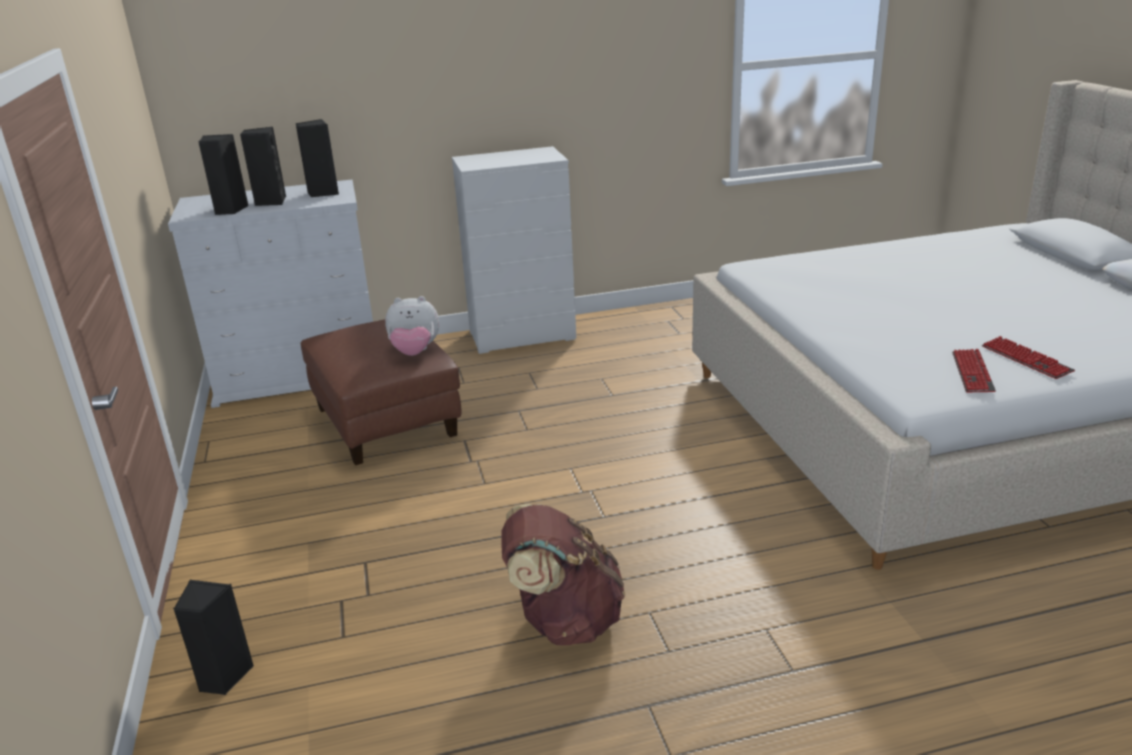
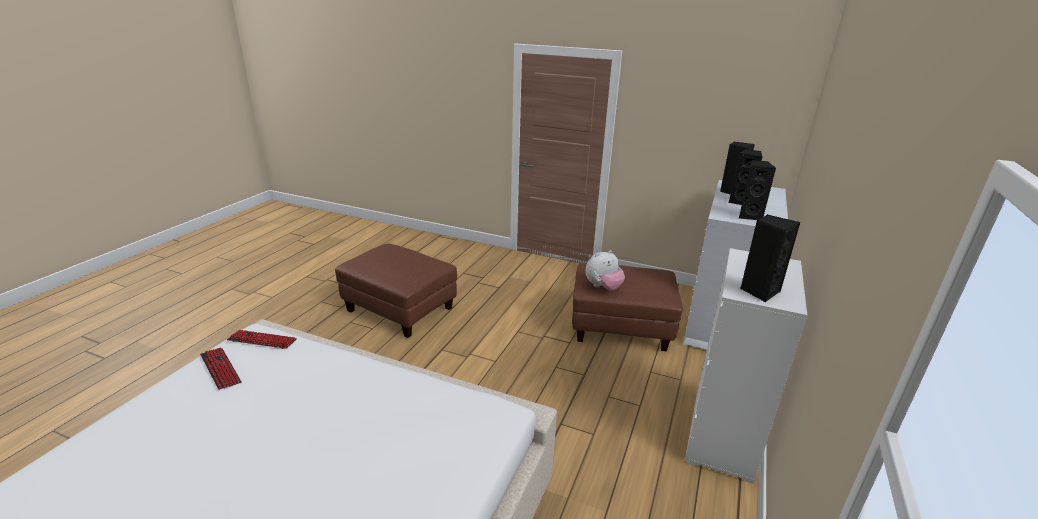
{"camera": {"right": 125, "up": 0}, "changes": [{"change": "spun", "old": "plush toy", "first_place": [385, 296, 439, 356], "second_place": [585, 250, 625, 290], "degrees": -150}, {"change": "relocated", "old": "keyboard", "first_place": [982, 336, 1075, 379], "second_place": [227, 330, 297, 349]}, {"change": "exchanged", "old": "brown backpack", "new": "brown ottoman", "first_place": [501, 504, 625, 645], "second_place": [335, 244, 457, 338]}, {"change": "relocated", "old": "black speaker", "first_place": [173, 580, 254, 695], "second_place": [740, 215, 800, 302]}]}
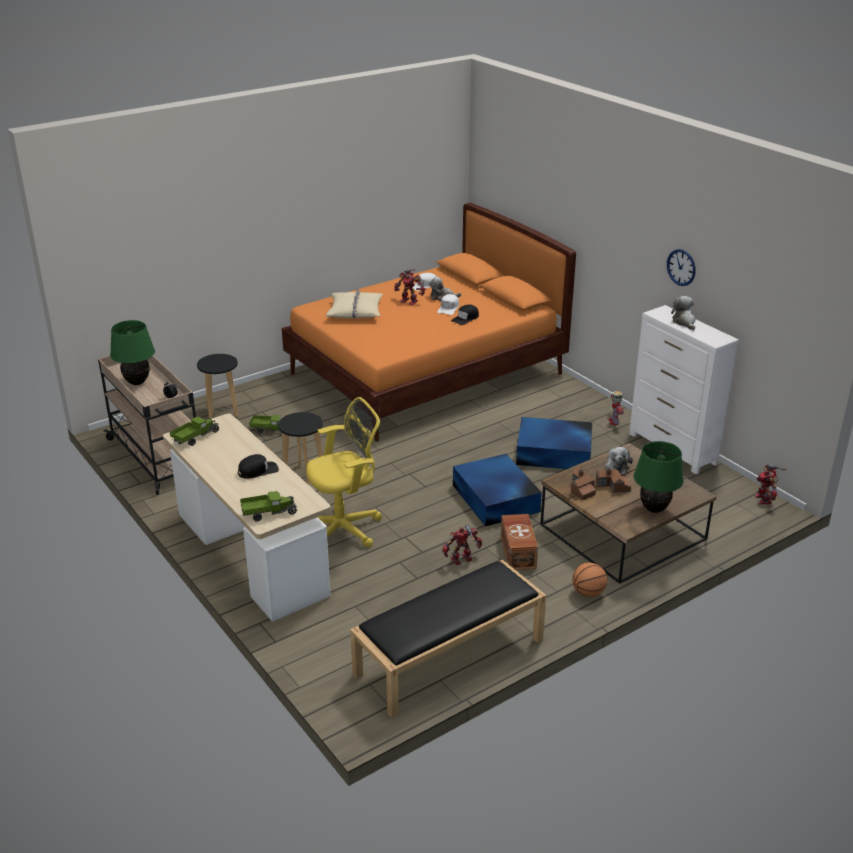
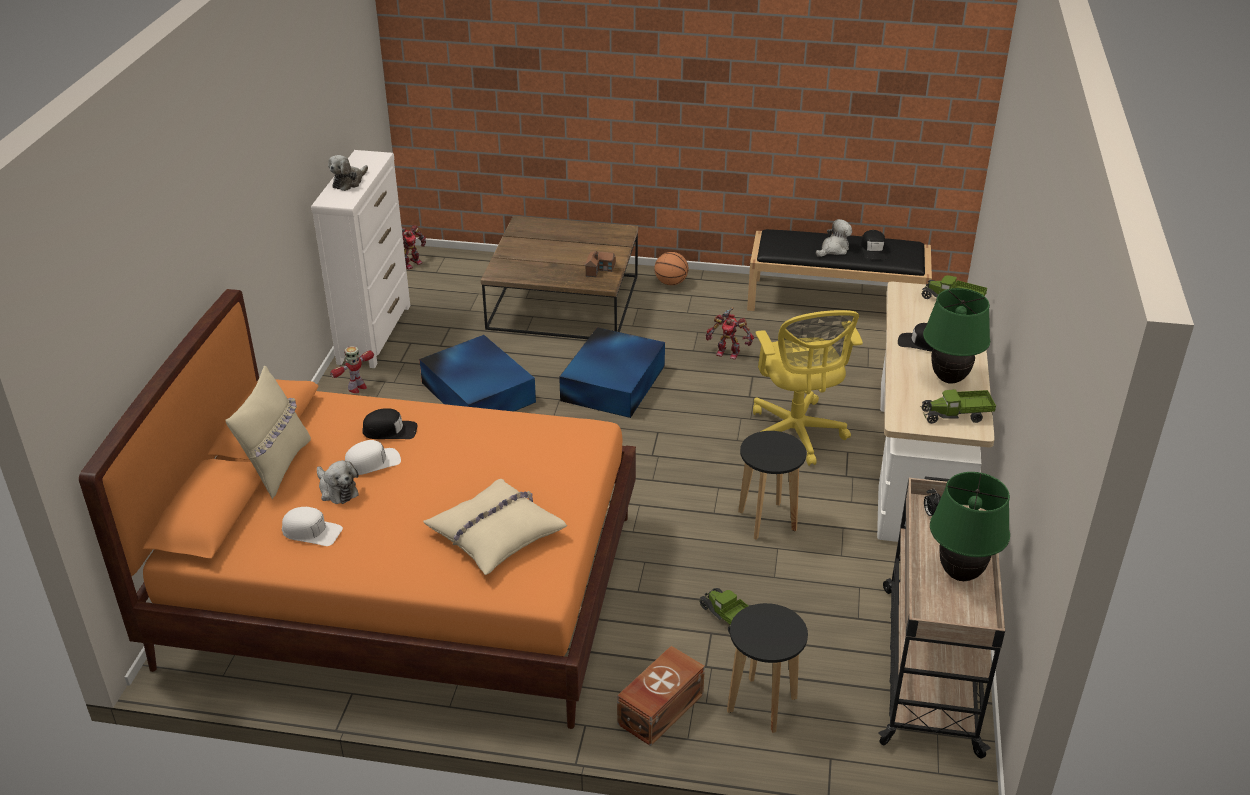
{"camera": {"right": -135, "up": 5}, "changes": [{"change": "missing", "old": "wall clock", "first_place": [667, 249, 696, 286]}, {"change": "missing", "old": "toy robot", "first_place": [394, 269, 425, 305]}, {"change": "spun", "old": "yellow office chair", "first_place": [306, 397, 382, 548], "second_place": [753, 310, 863, 466], "degrees": -120}, {"change": "relocated", "old": "green table lamp", "first_place": [633, 441, 684, 513], "second_place": [923, 288, 990, 384]}, {"change": "relocated", "old": "plush toy", "first_place": [605, 447, 633, 474], "second_place": [816, 219, 852, 257]}, {"change": "missing", "old": "toy house", "first_place": [596, 468, 631, 493]}, {"change": "relocated", "old": "brown storage box", "first_place": [501, 514, 538, 570], "second_place": [617, 646, 705, 746]}, {"change": "appeared", "new": "black cap", "second_place": [861, 230, 887, 260]}, {"change": "appeared", "new": "beige pillow", "second_place": [225, 366, 311, 499]}]}
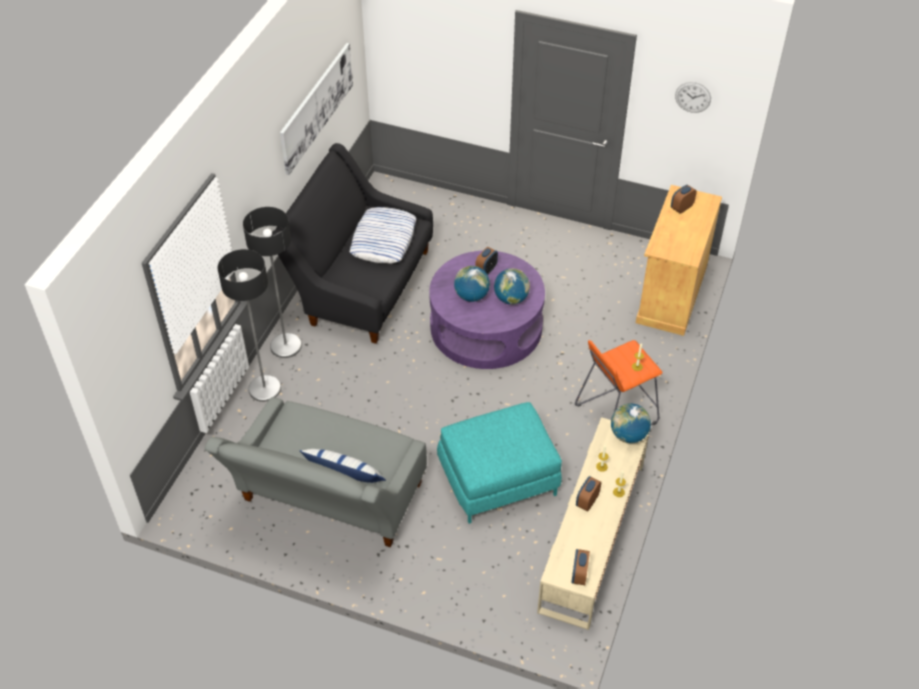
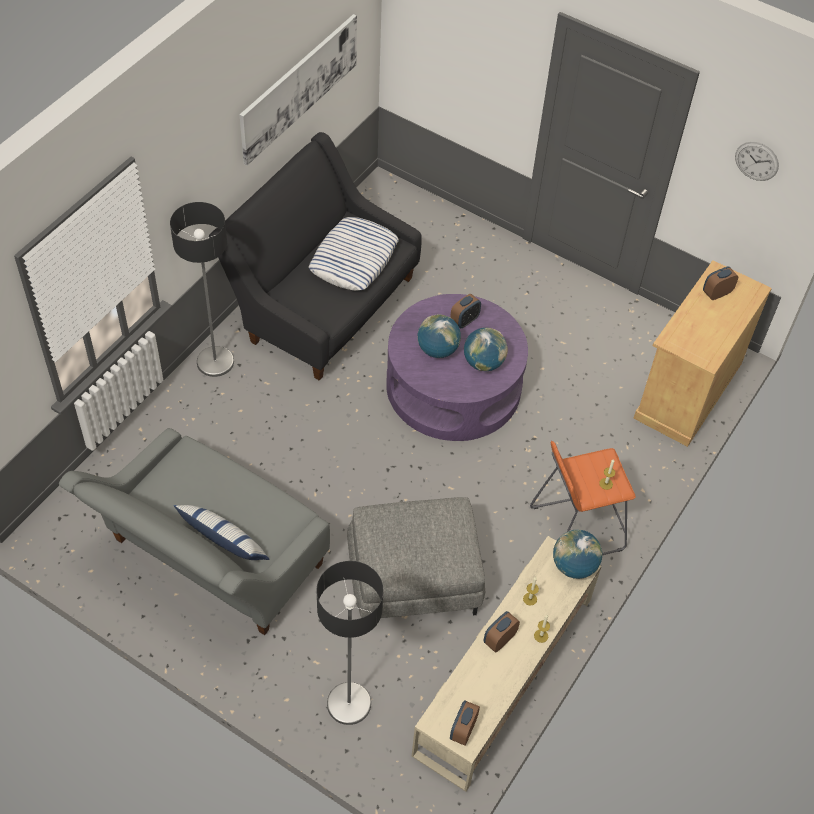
{"camera": {"right": 10, "up": 5}, "changes": [{"change": "relocated", "old": "floor lamp", "first_place": [218, 249, 281, 402], "second_place": [316, 561, 384, 725]}, {"change": "colour", "old": "turquoise ottoman", "new": "grey ottoman", "first_place": [437, 402, 562, 524], "second_place": [347, 497, 485, 618]}]}
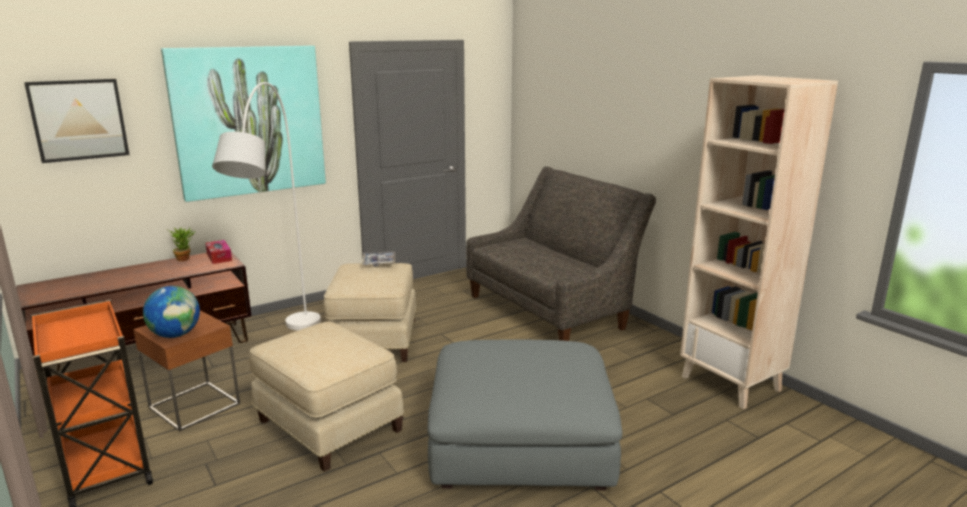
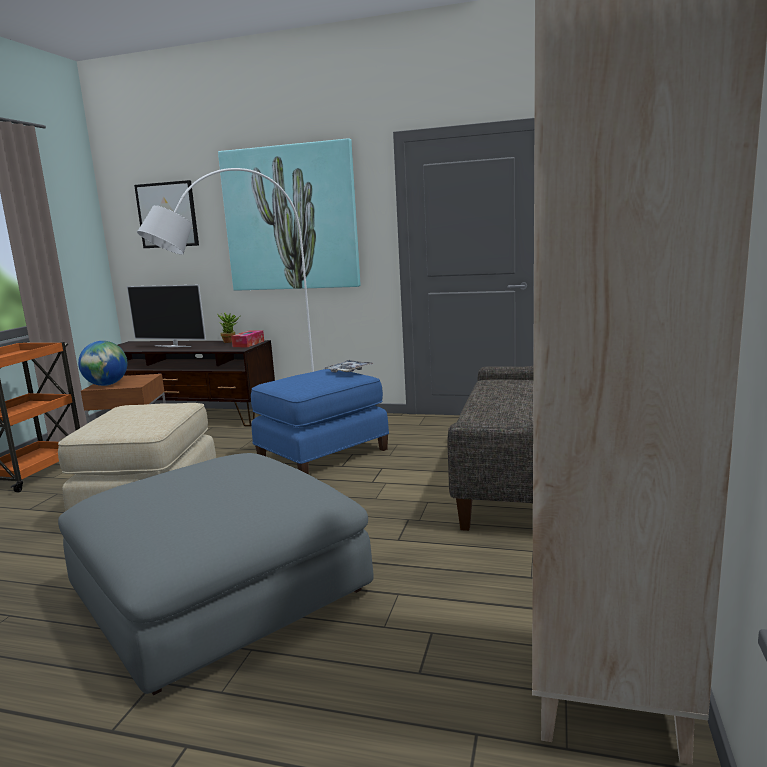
{"camera": {"right": 50, "up": -5}, "changes": [{"change": "colour", "old": "beige ottoman", "new": "blue ottoman", "first_place": [324, 263, 416, 362], "second_place": [251, 369, 389, 474]}, {"change": "appeared", "new": "television", "second_place": [127, 285, 206, 347]}]}
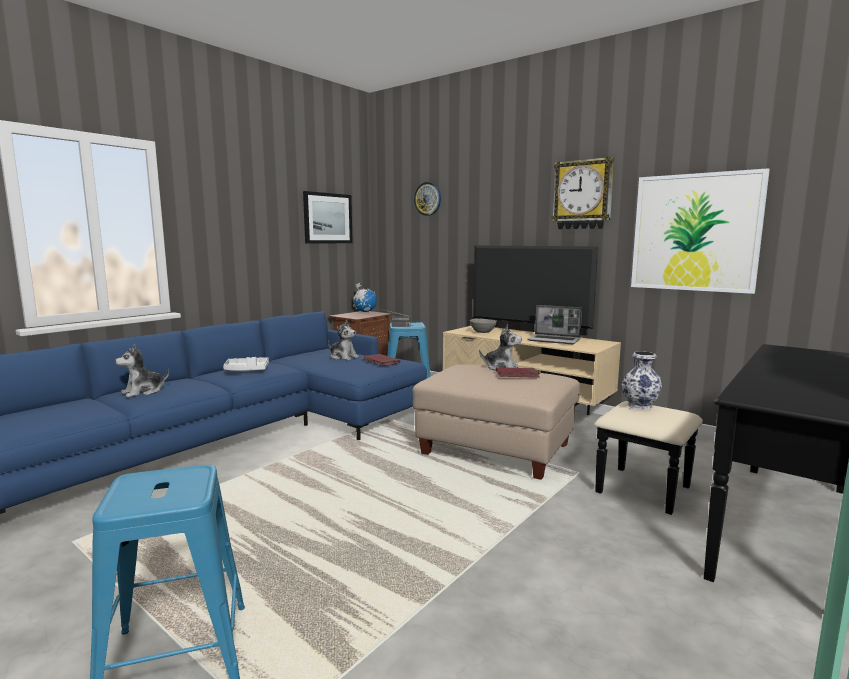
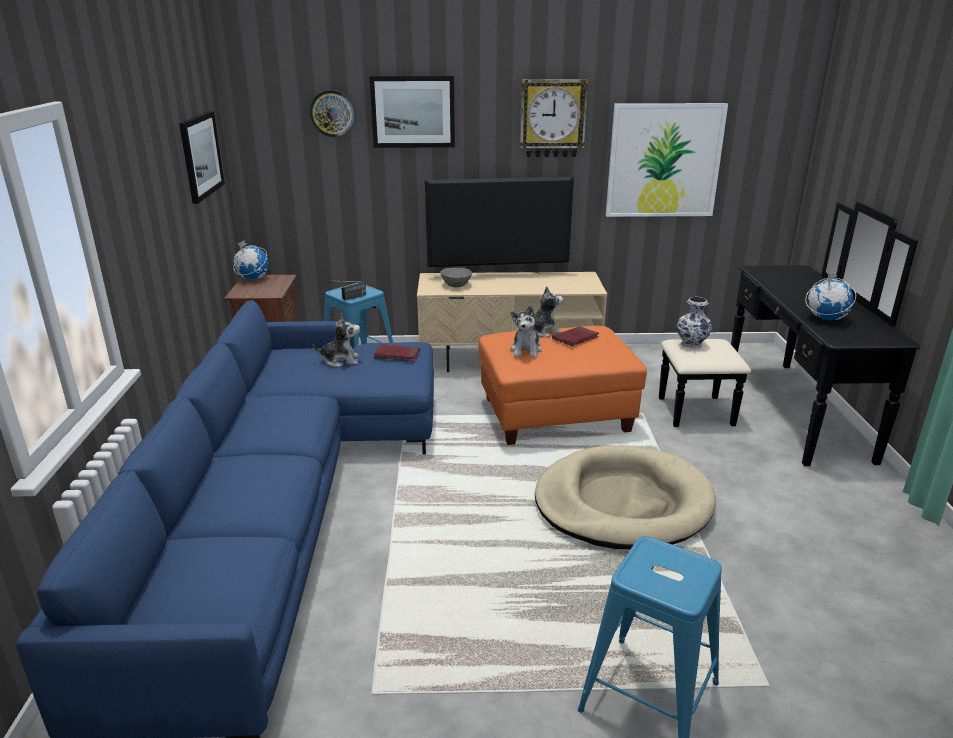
{"camera": {"right": -40, "up": 15}, "changes": [{"change": "missing", "old": "laptop", "first_place": [528, 305, 582, 344]}, {"change": "relocated", "old": "plush toy", "first_place": [115, 345, 169, 397], "second_place": [511, 306, 542, 358]}, {"change": "missing", "old": "white tray", "first_place": [223, 357, 269, 371]}, {"change": "colour", "old": "beige ottoman", "new": "orange ottoman", "first_place": [413, 364, 580, 480], "second_place": [478, 326, 647, 445]}, {"change": "appeared", "new": "picture", "second_place": [369, 76, 455, 148]}, {"change": "appeared", "new": "globe", "second_place": [805, 272, 856, 320]}, {"change": "appeared", "new": "beige dog bed", "second_place": [535, 446, 716, 549]}]}
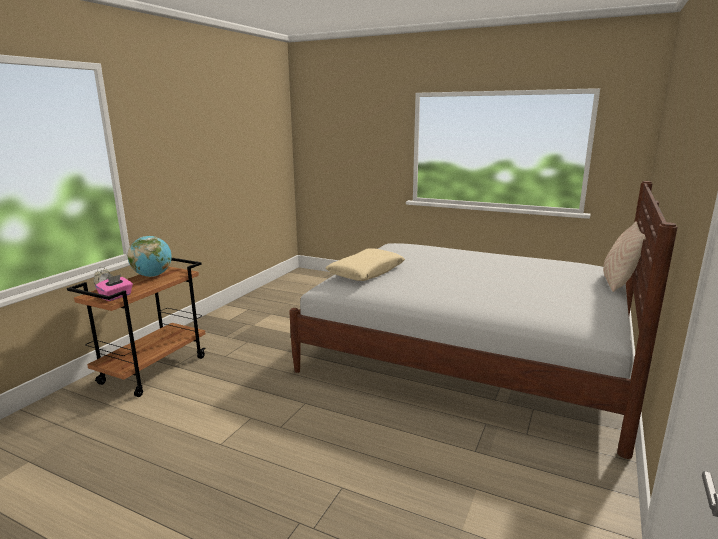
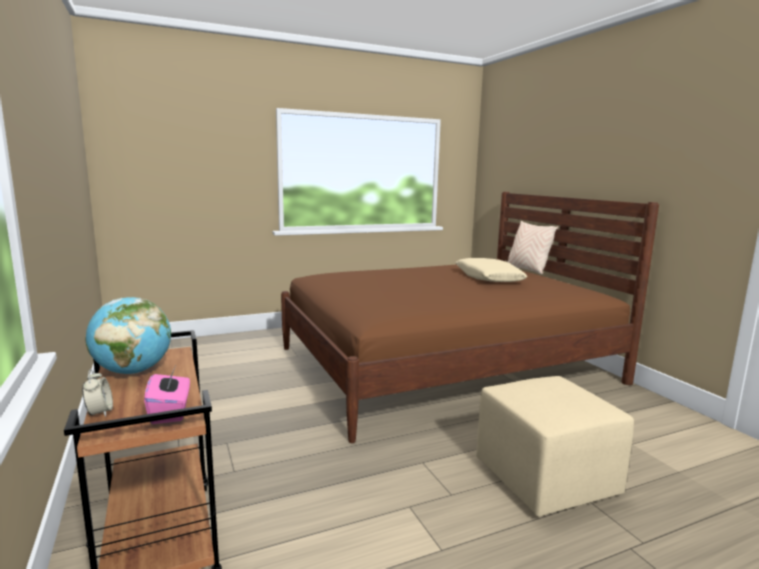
{"camera": {"right": -50, "up": -5}, "changes": [{"change": "colour", "old": "white bed", "new": "brown bed", "first_place": [289, 181, 678, 459], "second_place": [281, 192, 659, 443]}, {"change": "relocated", "old": "beige pillow", "first_place": [326, 248, 405, 281], "second_place": [455, 258, 527, 282]}, {"change": "appeared", "new": "beige ottoman", "second_place": [476, 376, 634, 517]}]}
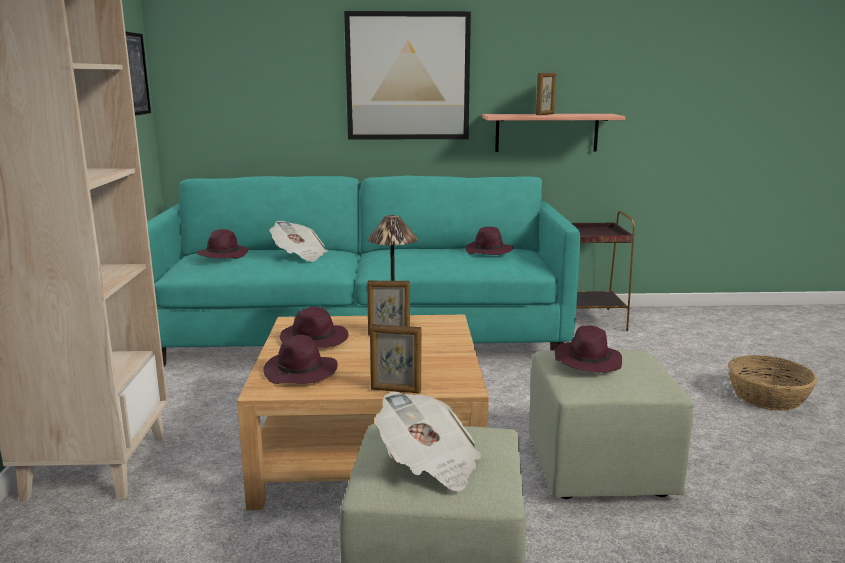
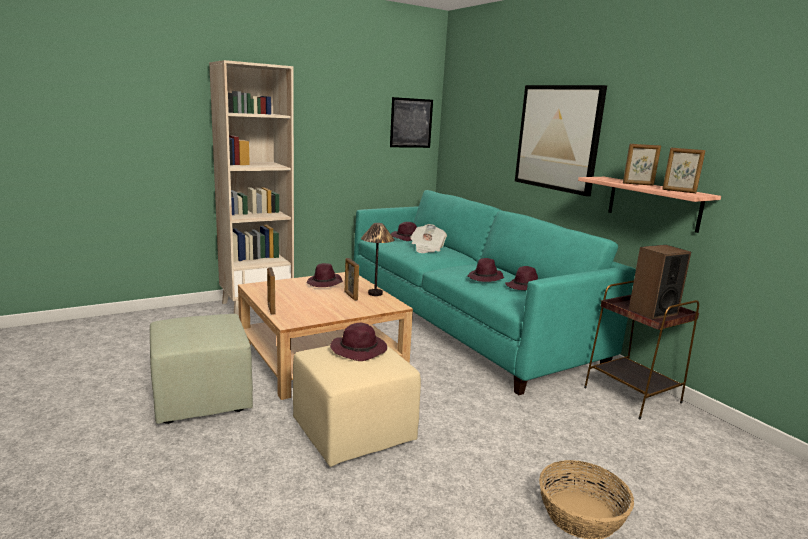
{"camera": {"right": 60, "up": 0}, "changes": [{"change": "relocated", "old": "purple hat", "first_place": [263, 335, 338, 384], "second_place": [468, 258, 504, 282]}, {"change": "colour", "old": "green ottoman", "new": "beige ottoman", "first_place": [529, 350, 693, 499], "second_place": [293, 346, 421, 467]}, {"change": "missing", "old": "newspaper", "first_place": [375, 391, 482, 491]}, {"change": "appeared", "new": "picture frame", "second_place": [662, 148, 706, 193]}, {"change": "appeared", "new": "speaker", "second_place": [629, 245, 691, 319]}]}
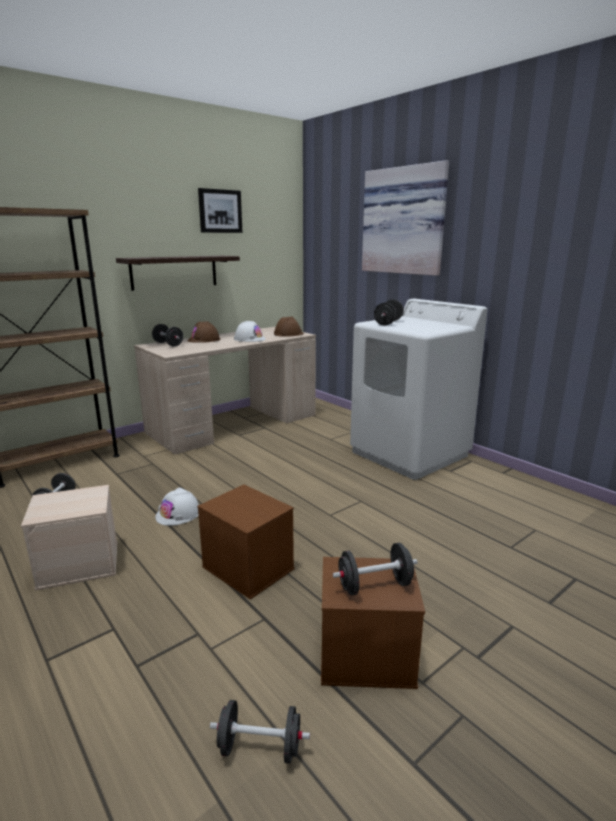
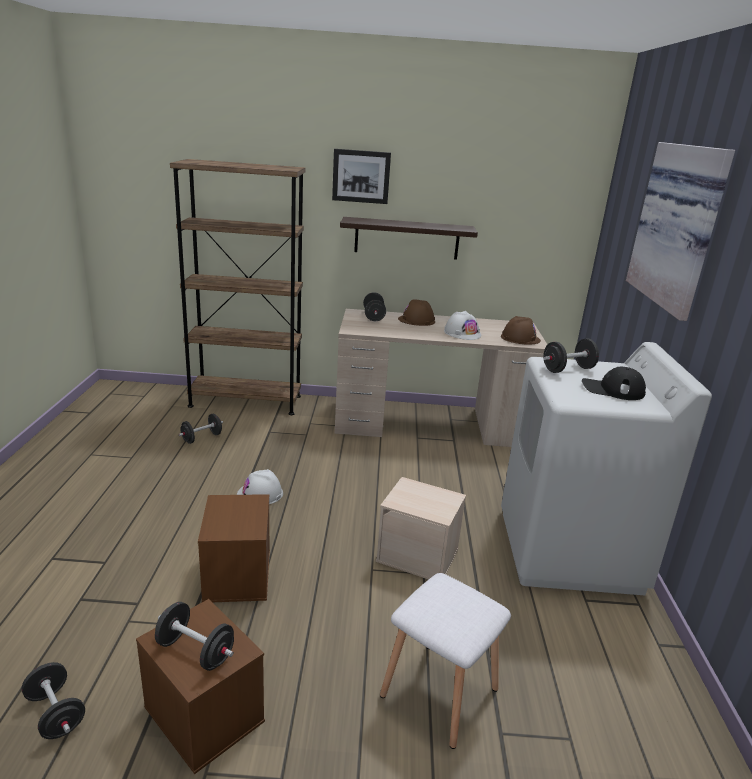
{"camera": {"right": 40, "up": 5}, "changes": [{"change": "relocated", "old": "picture", "first_place": [198, 188, 242, 233], "second_place": [332, 149, 391, 204]}, {"change": "relocated", "old": "beige storage box", "first_place": [21, 485, 117, 591], "second_place": [376, 477, 466, 580]}, {"change": "appeared", "new": "black cap", "second_place": [582, 367, 646, 400]}, {"change": "appeared", "new": "white stool", "second_place": [380, 573, 511, 749]}]}
